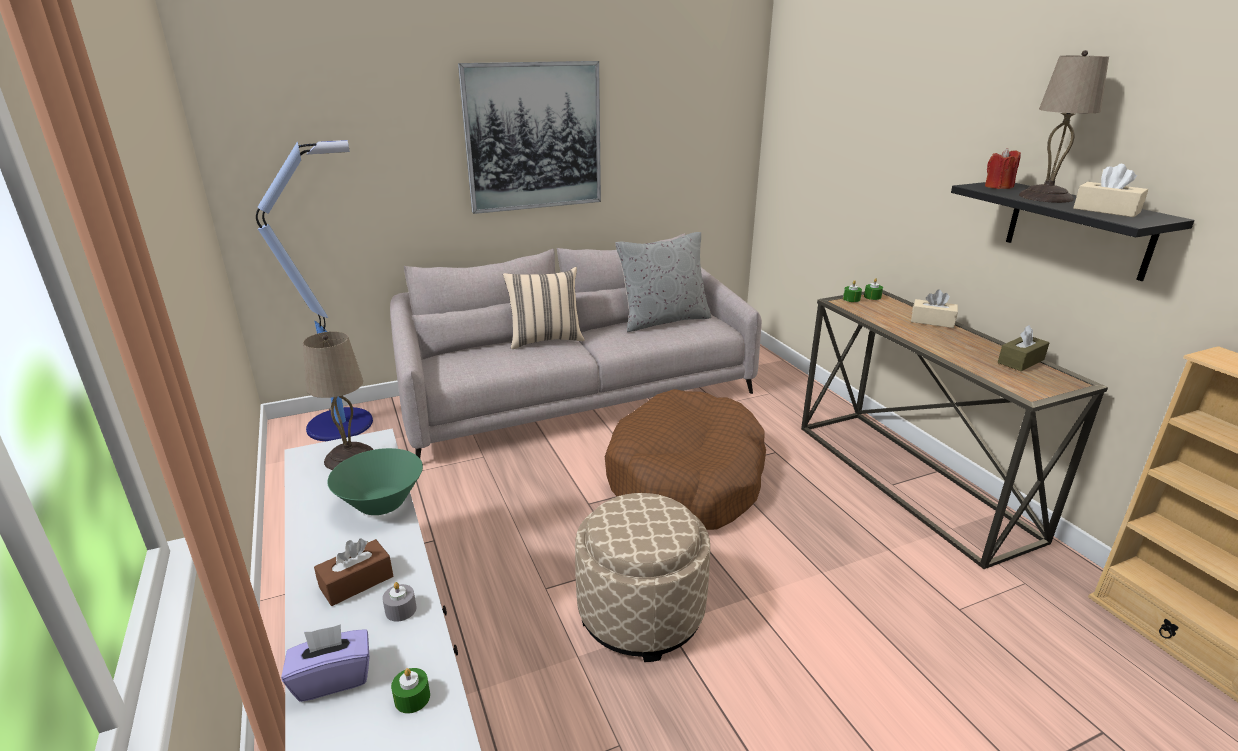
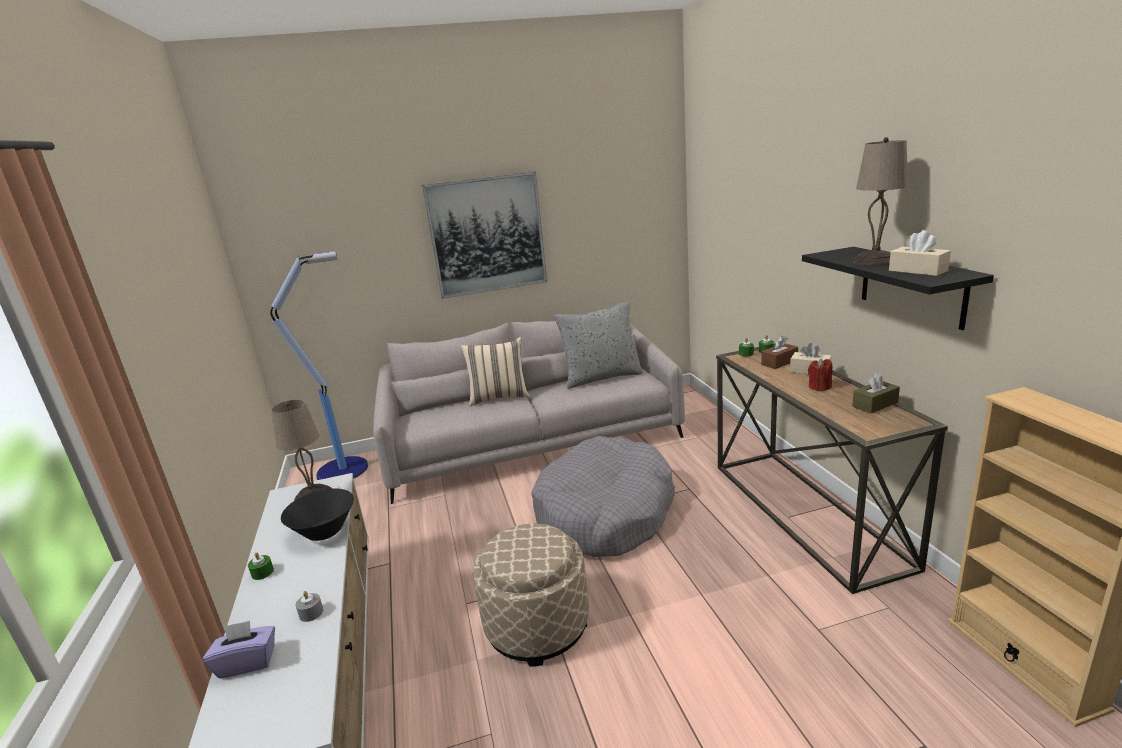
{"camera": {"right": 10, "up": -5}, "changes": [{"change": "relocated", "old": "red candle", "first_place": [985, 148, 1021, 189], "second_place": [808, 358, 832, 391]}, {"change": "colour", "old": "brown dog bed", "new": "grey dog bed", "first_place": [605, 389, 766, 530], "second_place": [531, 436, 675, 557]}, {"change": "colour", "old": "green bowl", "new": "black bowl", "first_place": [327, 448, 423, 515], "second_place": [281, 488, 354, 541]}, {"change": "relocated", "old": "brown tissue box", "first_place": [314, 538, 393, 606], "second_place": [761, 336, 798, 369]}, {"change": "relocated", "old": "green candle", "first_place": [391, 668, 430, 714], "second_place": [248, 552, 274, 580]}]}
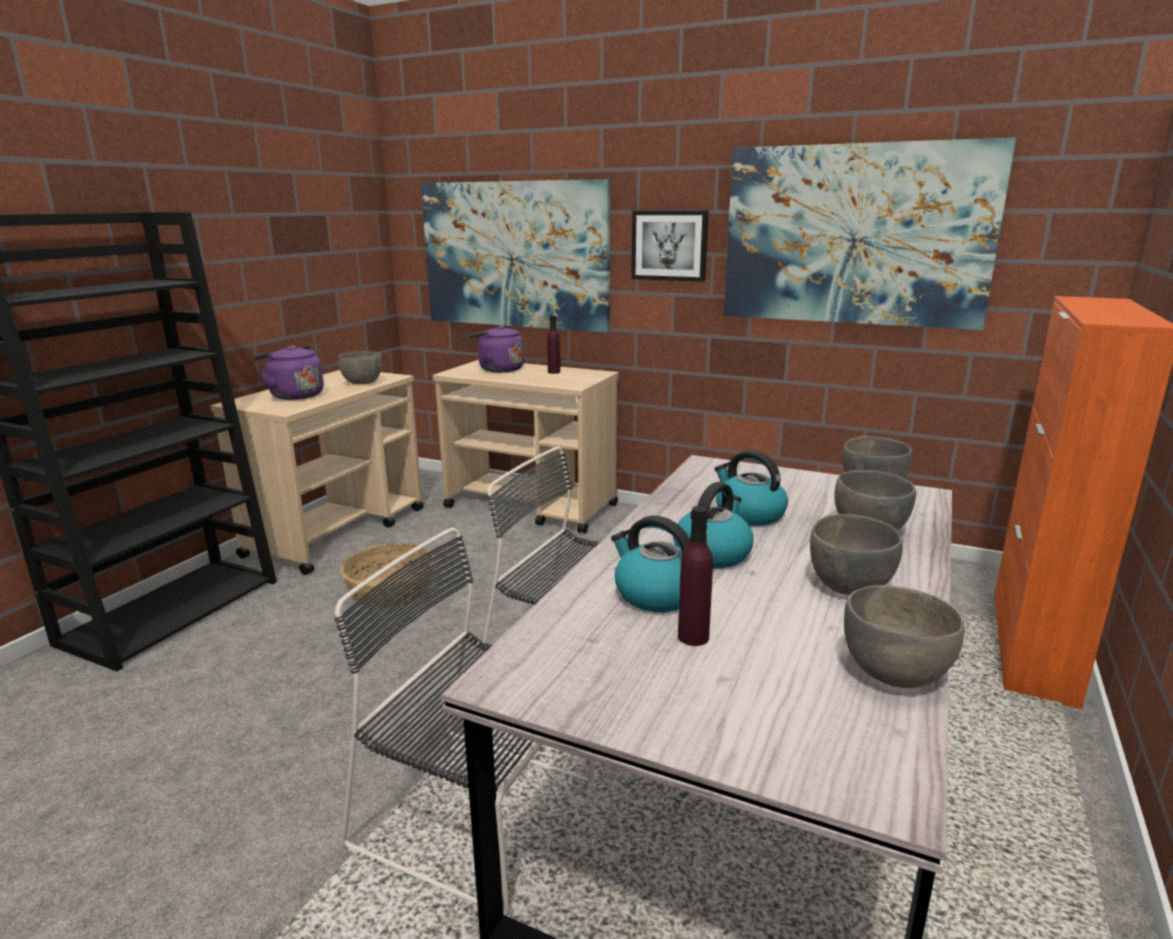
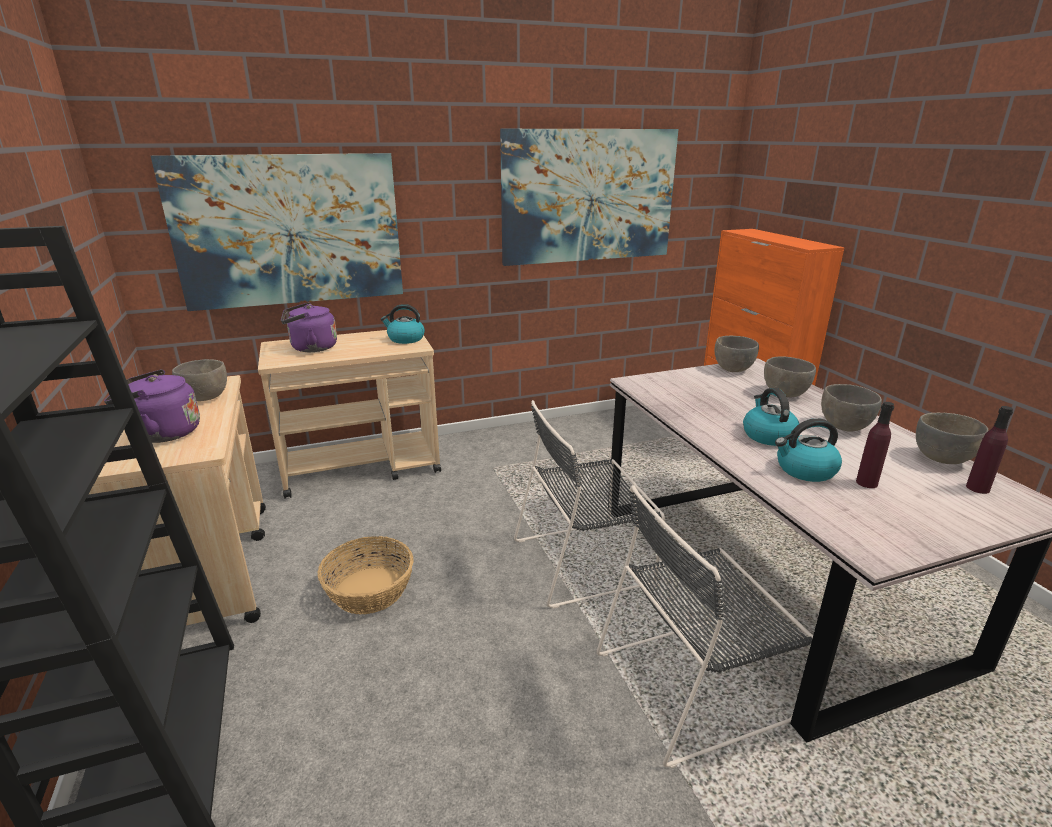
{"camera": {"right": -45, "up": 5}, "changes": [{"change": "missing", "old": "picture", "first_place": [631, 211, 709, 282]}, {"change": "relocated", "old": "purple bottle", "first_place": [547, 315, 560, 374], "second_place": [966, 406, 1013, 494]}, {"change": "relocated", "old": "kettle", "first_place": [714, 450, 788, 526], "second_place": [381, 304, 425, 344]}]}
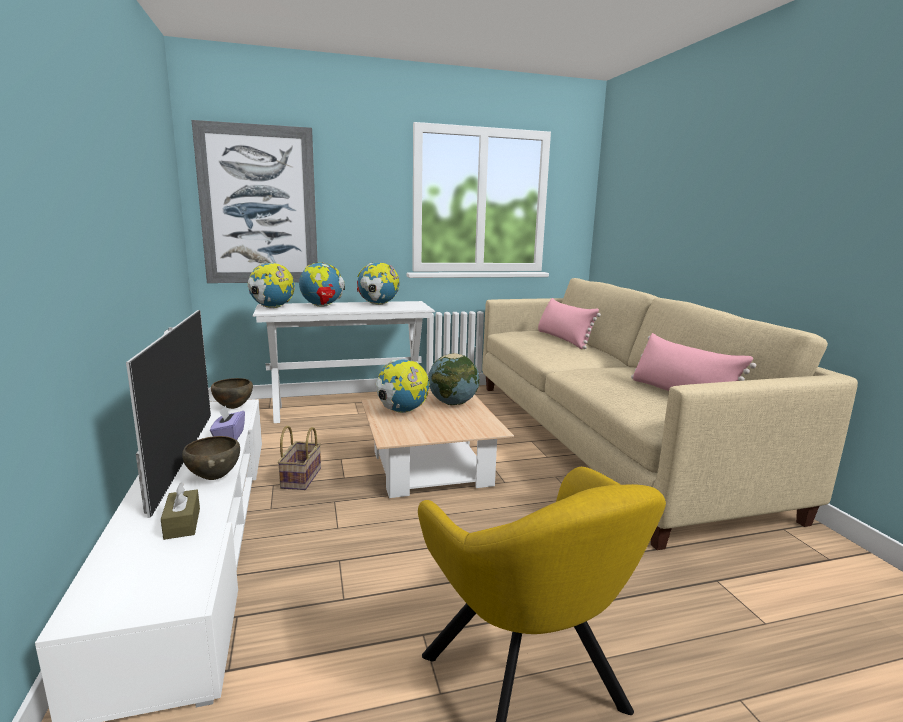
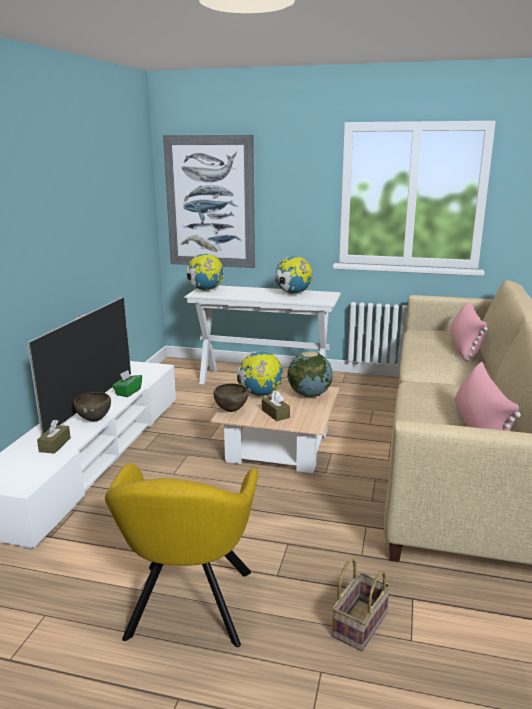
{"camera": {"right": 30, "up": 5}, "changes": [{"change": "missing", "old": "globe", "first_place": [299, 263, 345, 307]}, {"change": "relocated", "old": "brown bowl", "first_place": [211, 378, 253, 409], "second_place": [214, 383, 248, 412]}, {"change": "colour", "old": "purple tissue box", "new": "green tissue box", "first_place": [210, 406, 245, 440], "second_place": [112, 370, 142, 397]}, {"change": "relocated", "old": "basket", "first_place": [278, 425, 321, 490], "second_place": [332, 559, 391, 651]}, {"change": "appeared", "new": "brown tissue box", "second_place": [262, 391, 290, 421]}]}
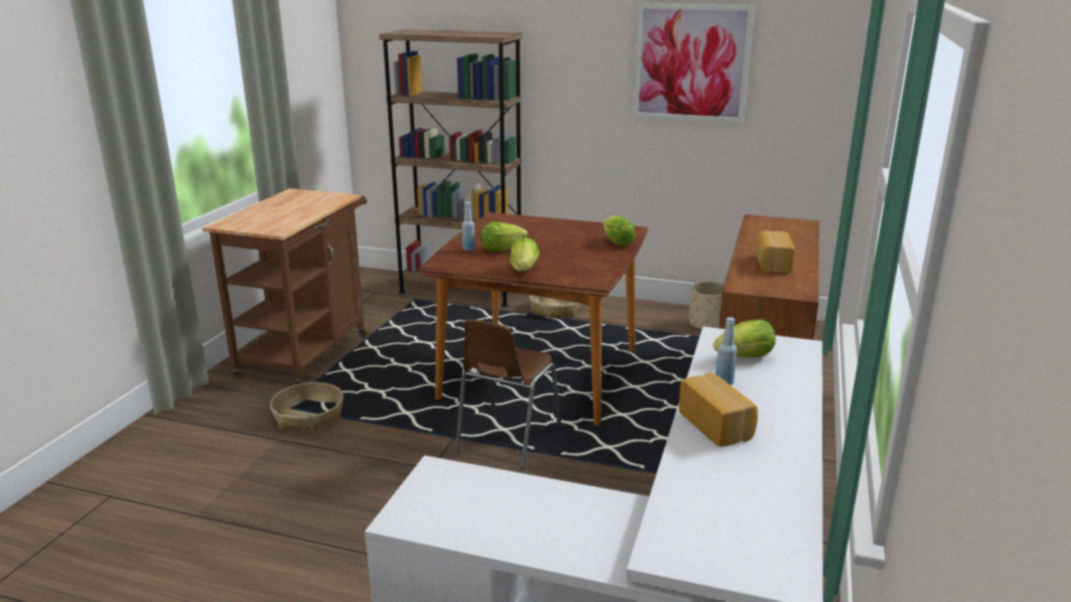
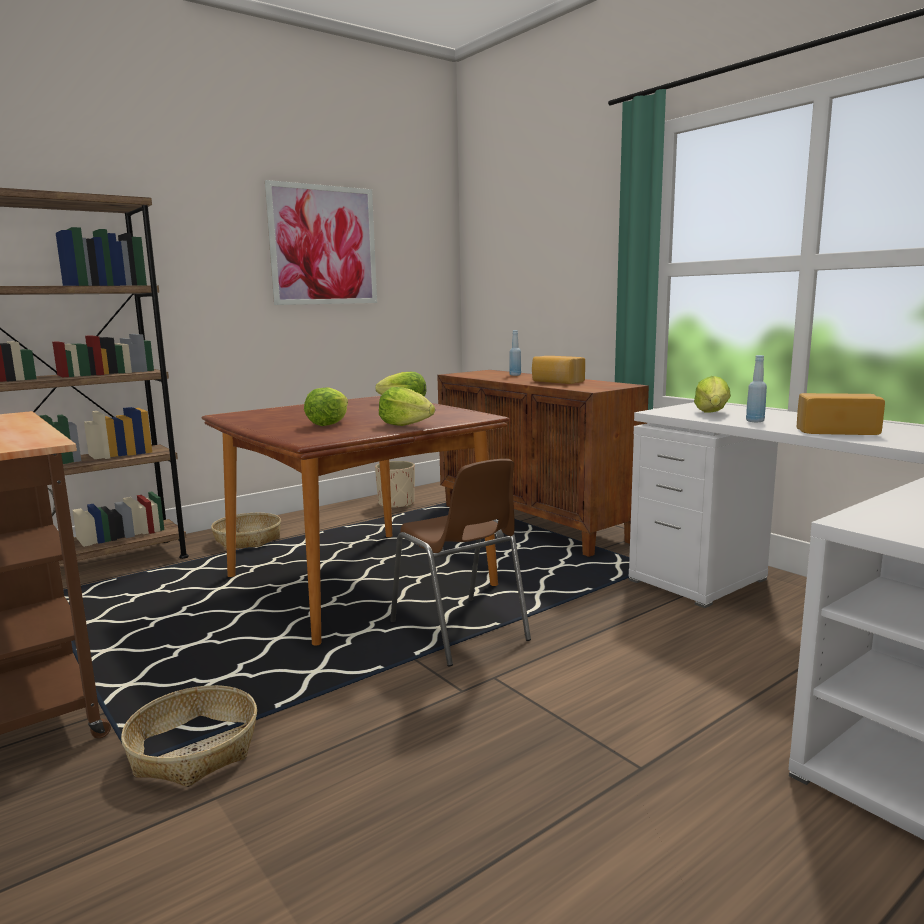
{"camera": {"right": -55, "up": -10}, "changes": [{"change": "relocated", "old": "blue bottle", "first_place": [462, 202, 475, 251], "second_place": [509, 330, 521, 376]}]}
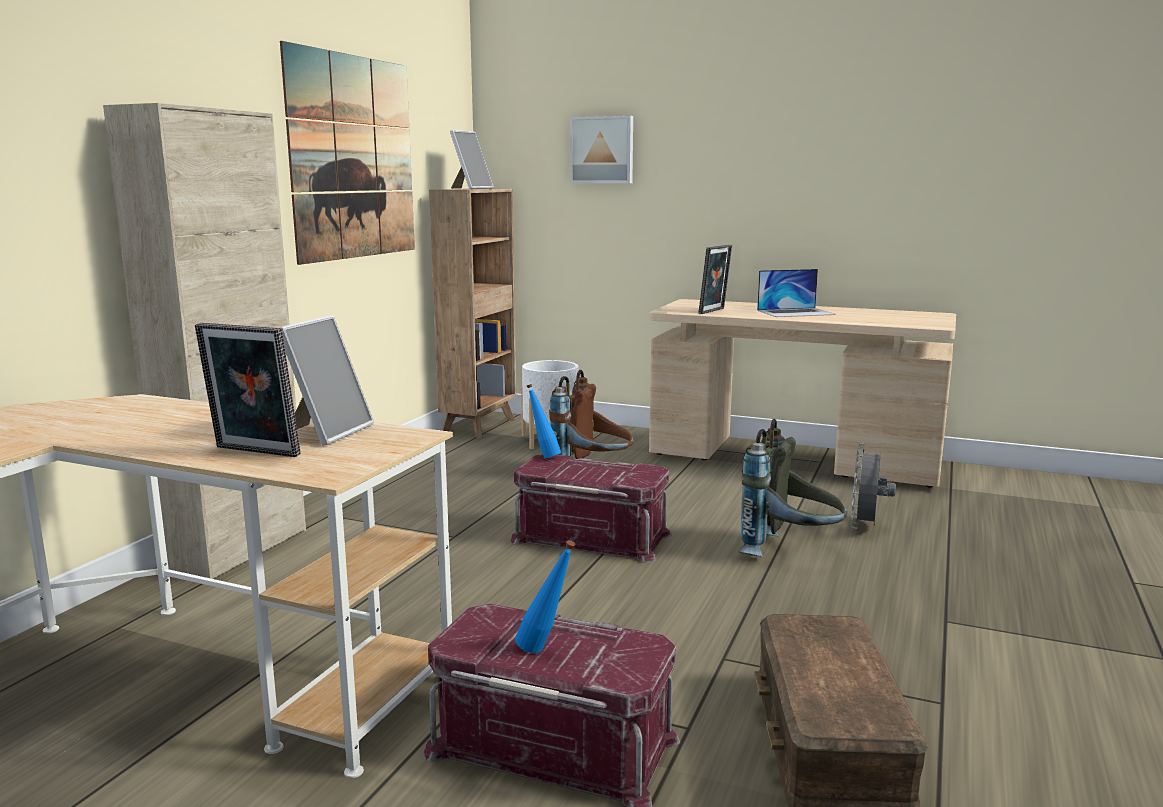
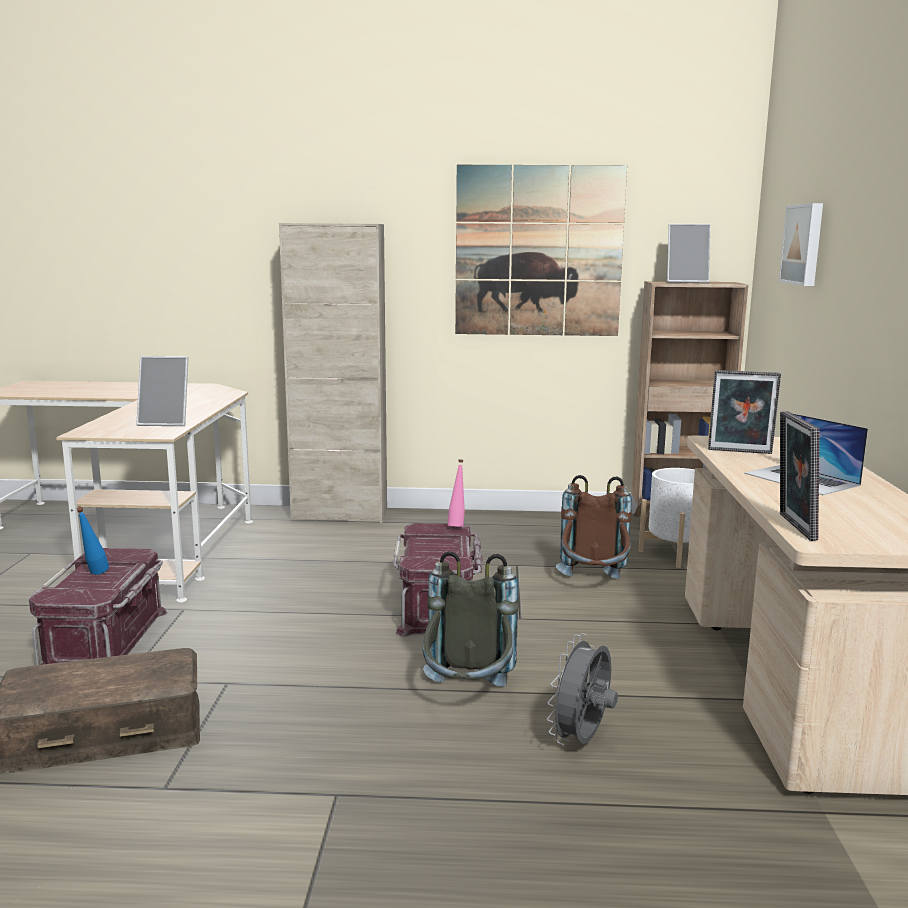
{"camera": {"right": 70, "up": 0}, "changes": [{"change": "relocated", "old": "picture frame", "first_place": [195, 323, 301, 457], "second_place": [780, 411, 820, 541]}, {"change": "colour", "old": "blue bottle", "new": "pink bottle", "first_place": [527, 384, 561, 458], "second_place": [447, 460, 465, 527]}, {"change": "spun", "old": "grey fan", "first_place": [851, 443, 896, 529], "second_place": [547, 633, 618, 745], "degrees": -60}]}
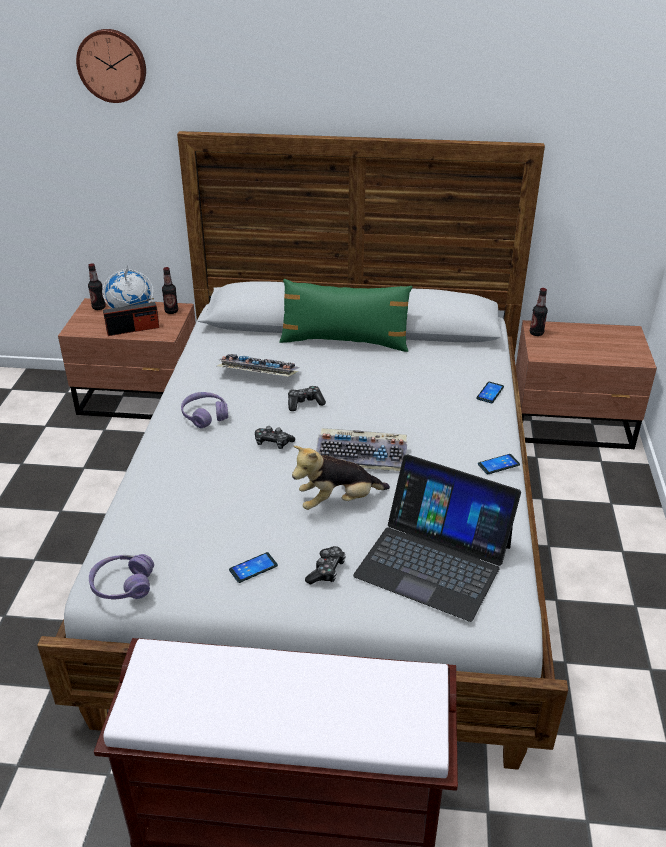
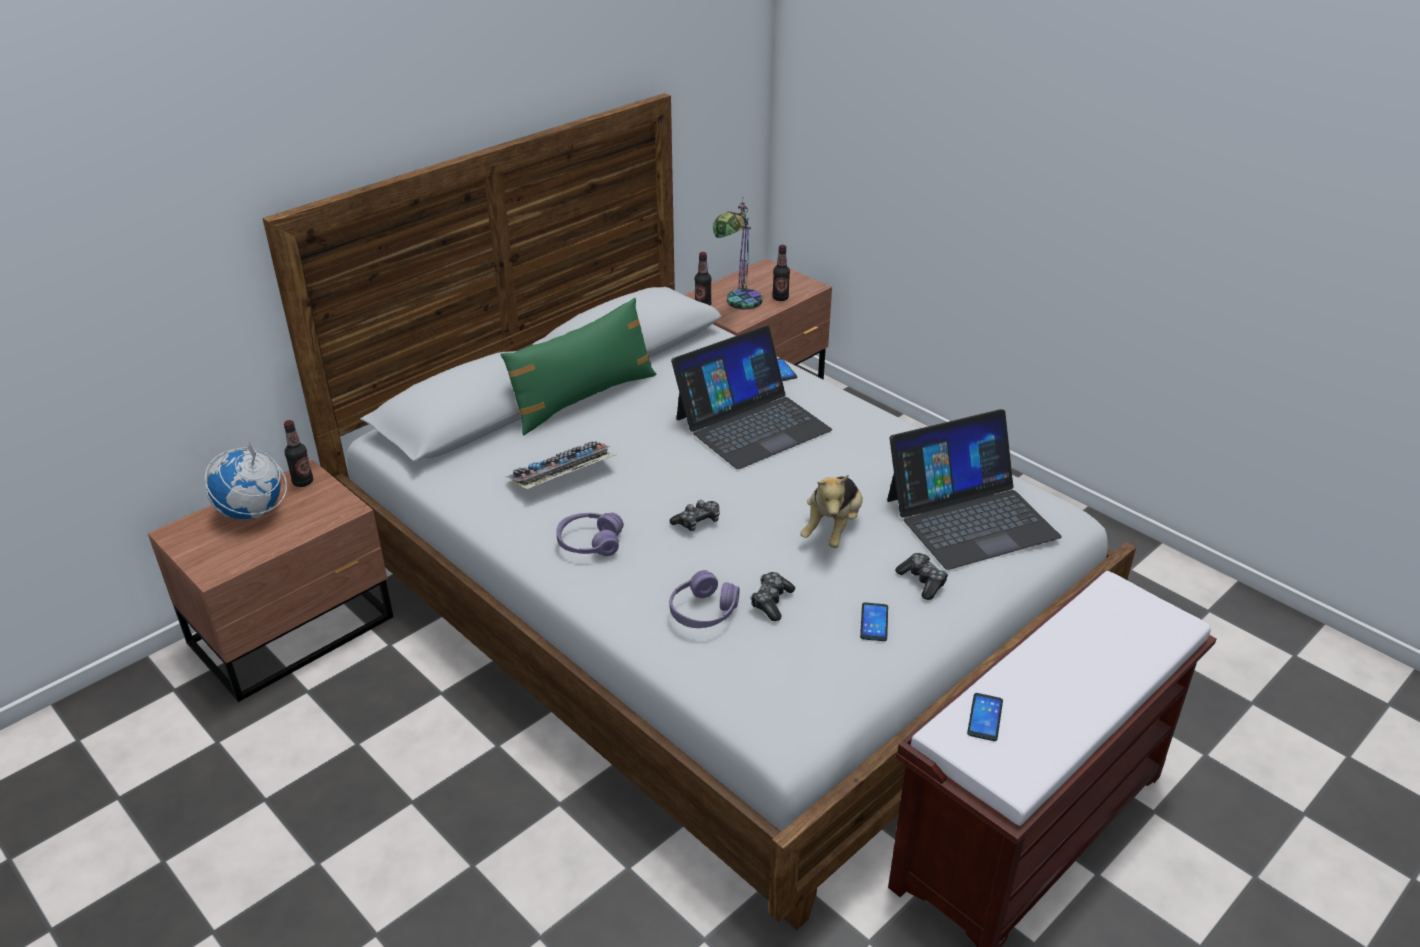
{"camera": {"right": -50, "up": 0}, "changes": [{"change": "missing", "old": "wall clock", "first_place": [76, 29, 146, 103]}, {"change": "relocated", "old": "bottle", "first_place": [88, 263, 106, 310], "second_place": [772, 245, 790, 301]}, {"change": "missing", "old": "radio", "first_place": [103, 298, 159, 336]}, {"change": "relocated", "old": "game controller", "first_place": [288, 386, 326, 411], "second_place": [751, 572, 795, 621]}, {"change": "missing", "old": "keyboard", "first_place": [316, 428, 407, 471]}, {"change": "relocated", "old": "phone", "first_place": [478, 454, 520, 475], "second_place": [967, 693, 1003, 741]}, {"change": "relocated", "old": "purple headphones", "first_place": [89, 554, 154, 599], "second_place": [669, 570, 740, 628]}, {"change": "appeared", "new": "table lamp", "second_place": [713, 198, 763, 310]}, {"change": "appeared", "new": "laptop", "second_place": [671, 326, 832, 469]}]}
